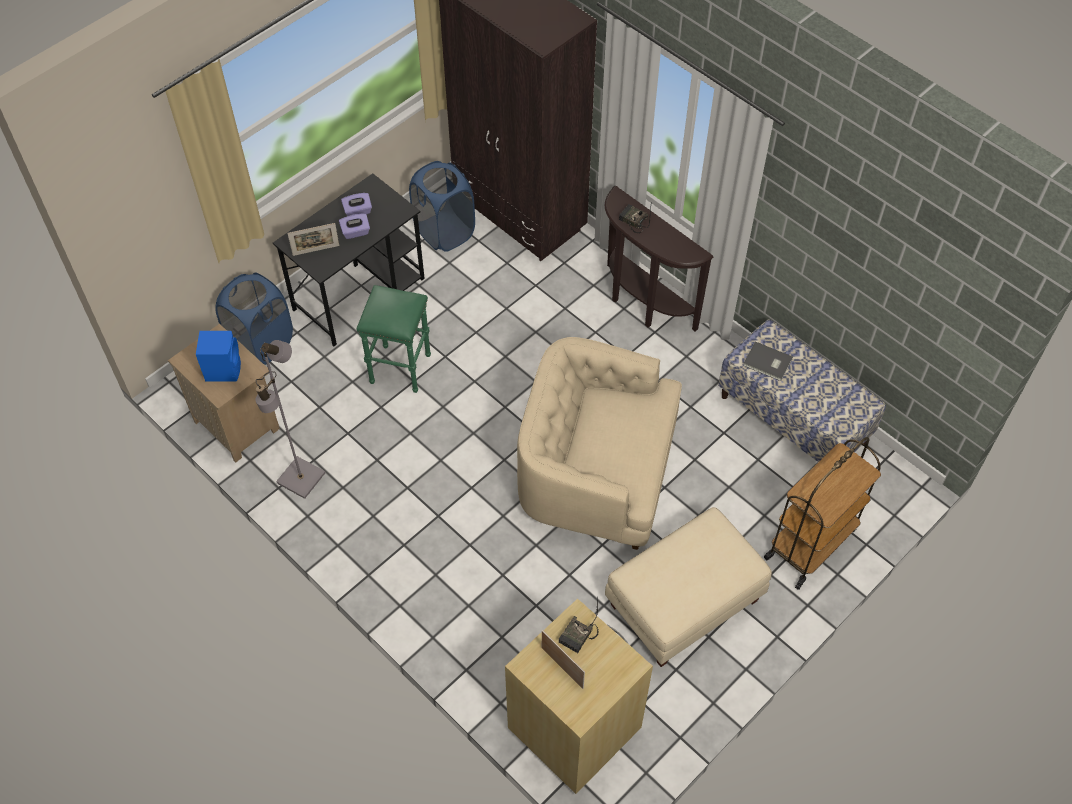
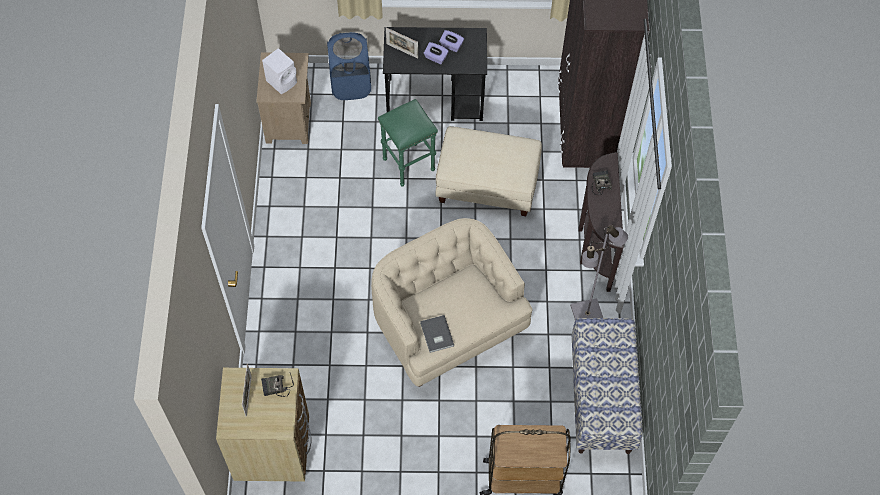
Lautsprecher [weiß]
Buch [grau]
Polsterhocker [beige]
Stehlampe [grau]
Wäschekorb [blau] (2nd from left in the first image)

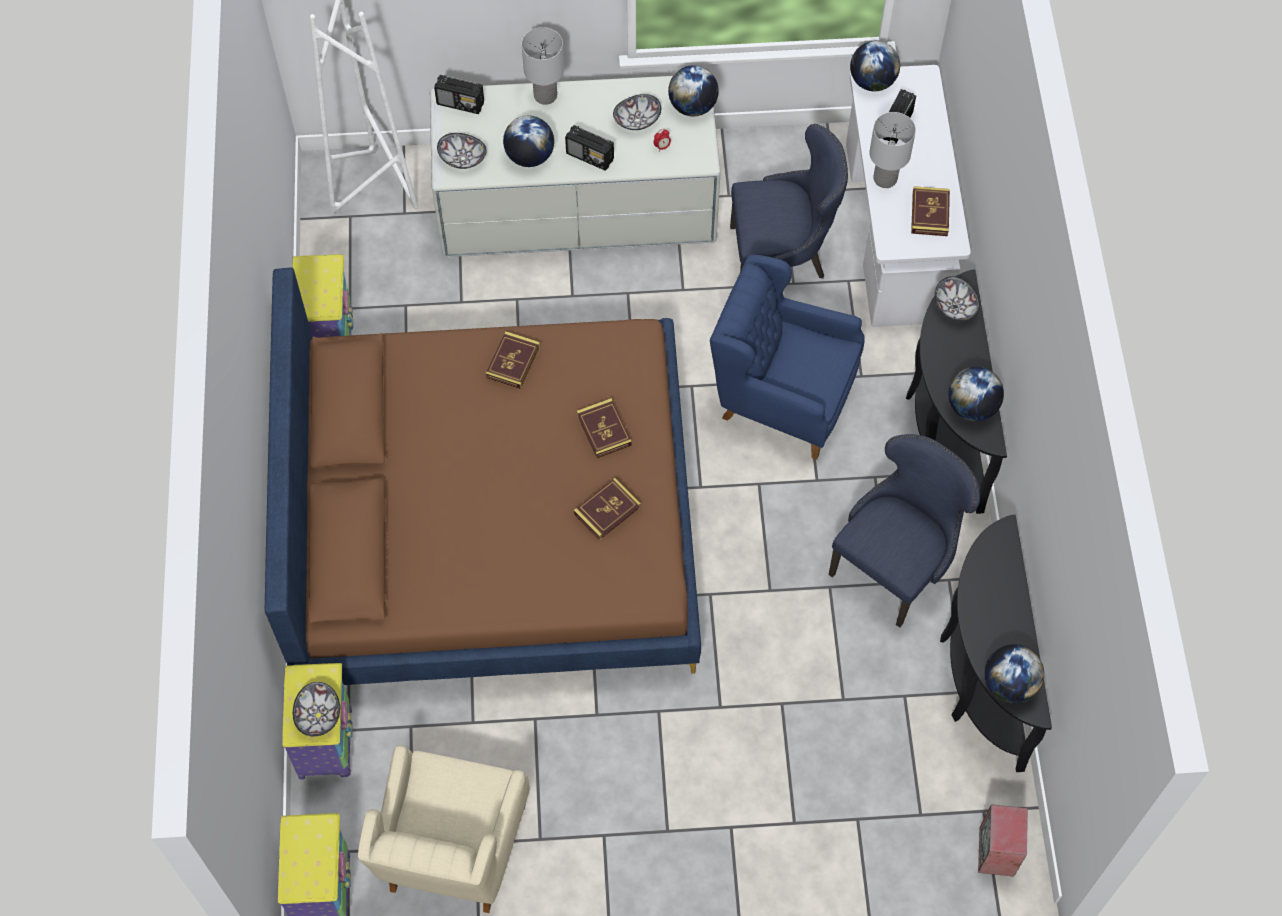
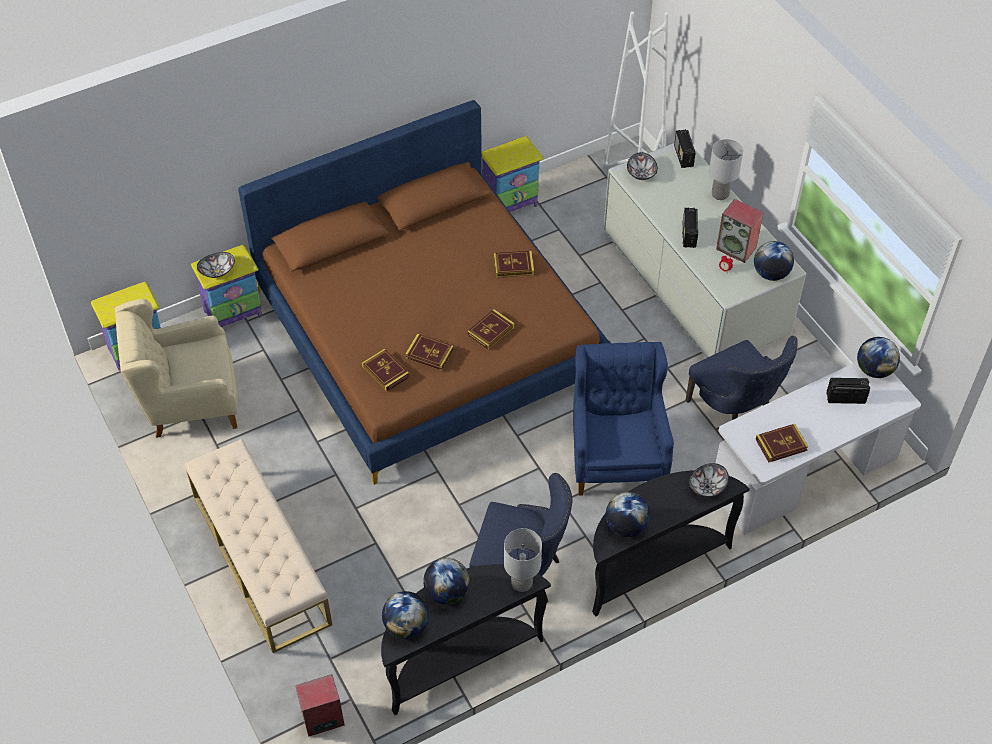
Bank [beige]
Buch (1st from left)
Globus (2nd from left)
Tischlampe [grau] (1st from left)
Lautsprecher (2nd from left)

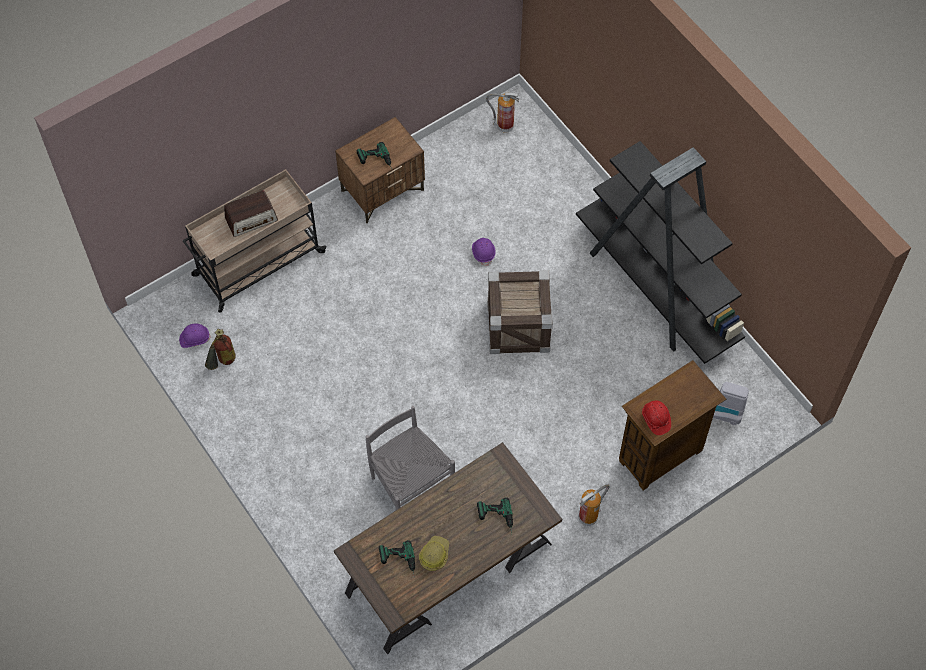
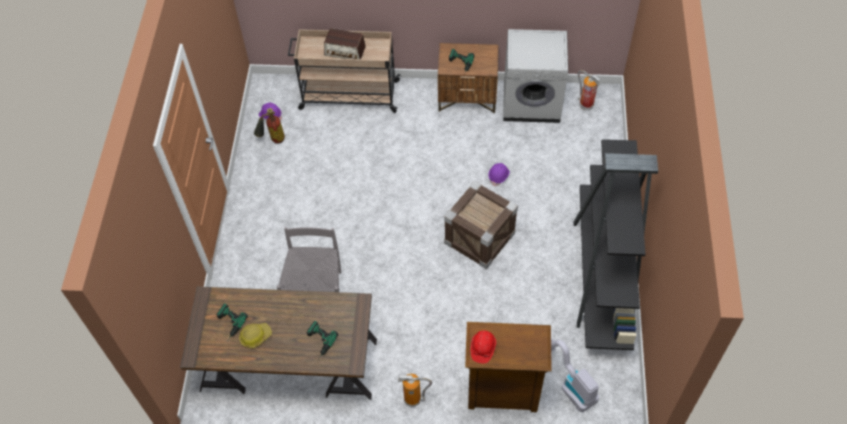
Waschmaschine [weiß]

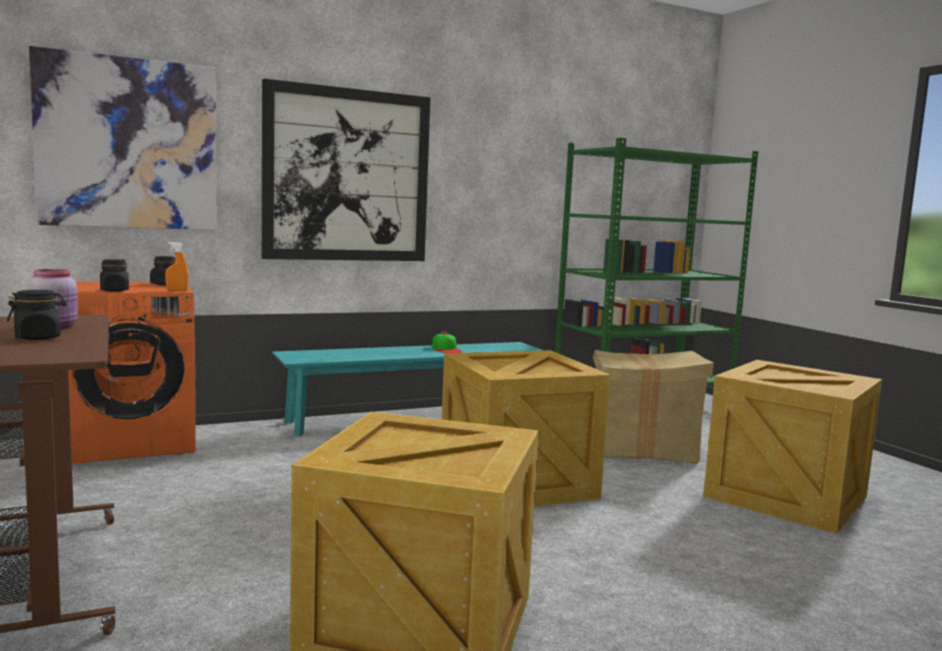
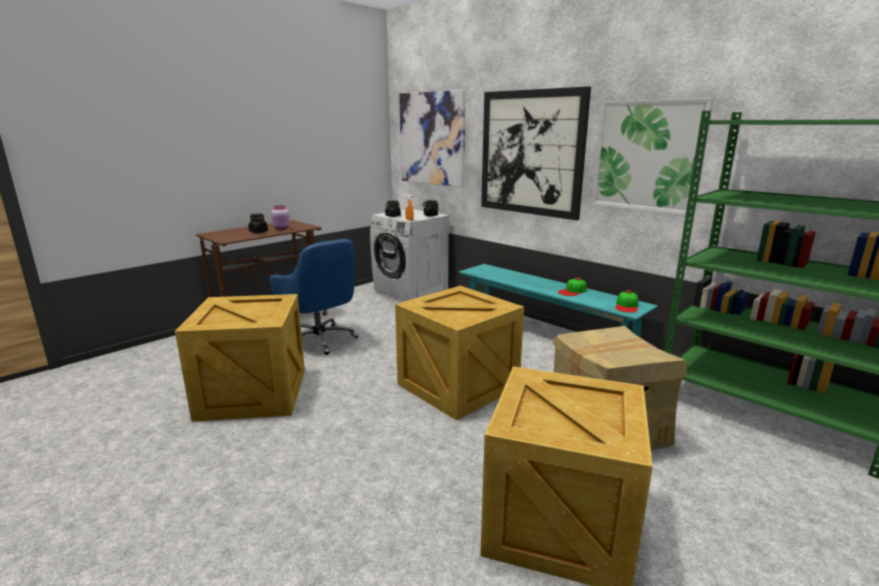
Bürostuhl [blau]
Waschmaschine [weiß]
Bild (3rd from left)
Kappe (2nd from left)

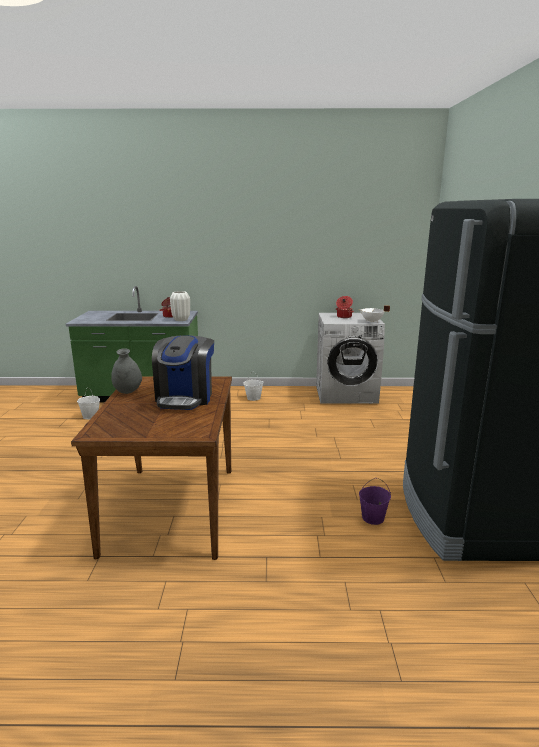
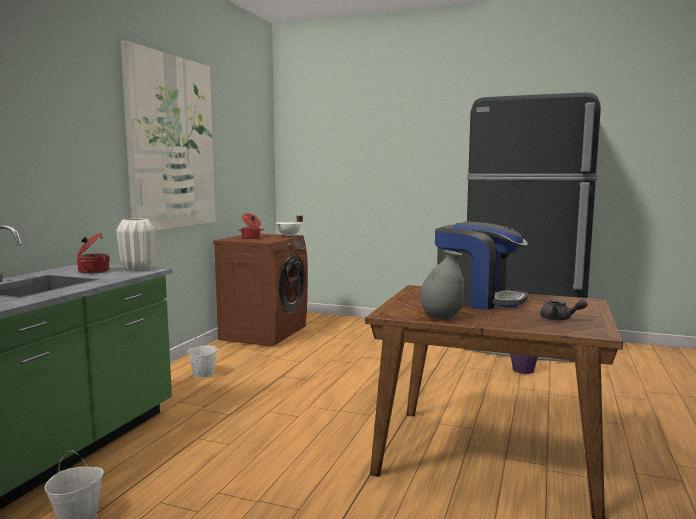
Bild
Waschmaschine [braun]
Teekanne [grau]

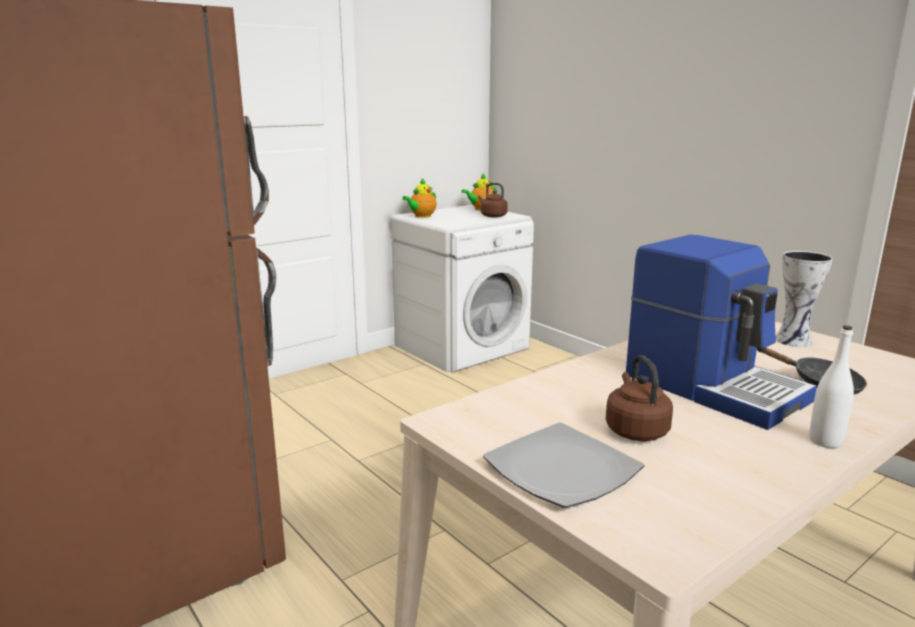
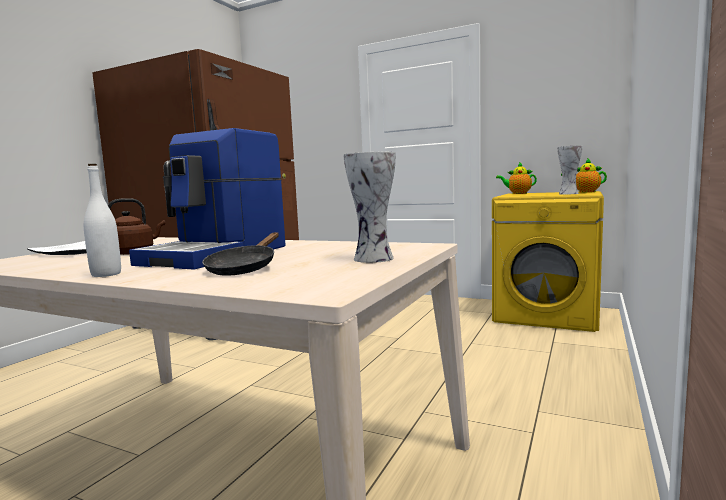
Waschmaschine [gelb]
Vase (2nd from left)

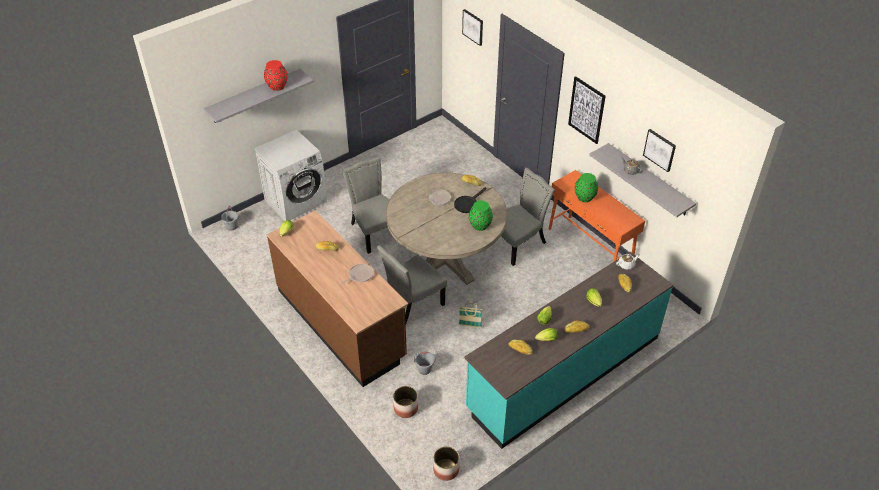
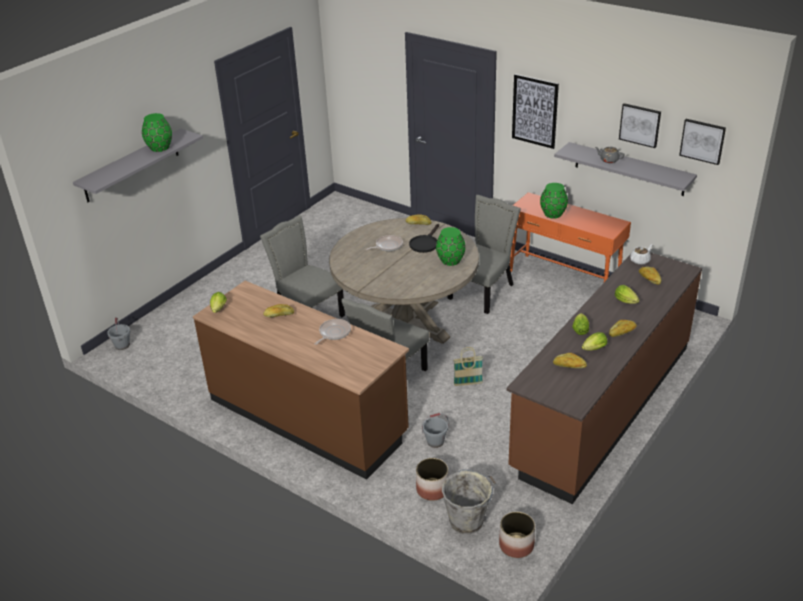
Vase [grün] (1st from left)
Eimer [grau] (3rd from left)
Küchenzeile [braun] (2nd from left)
Bild (3rd from left)
Waschmaschine [weiß]

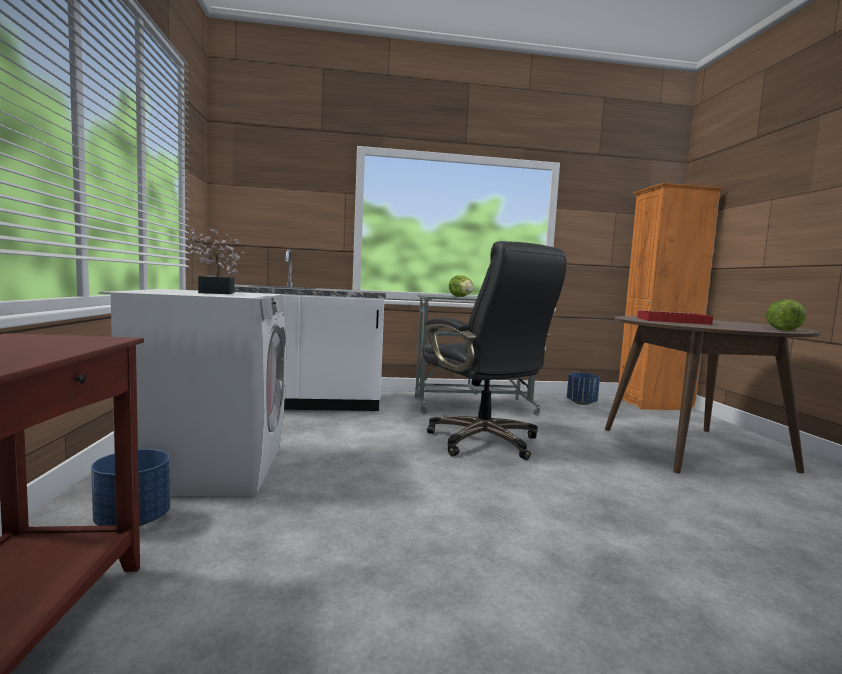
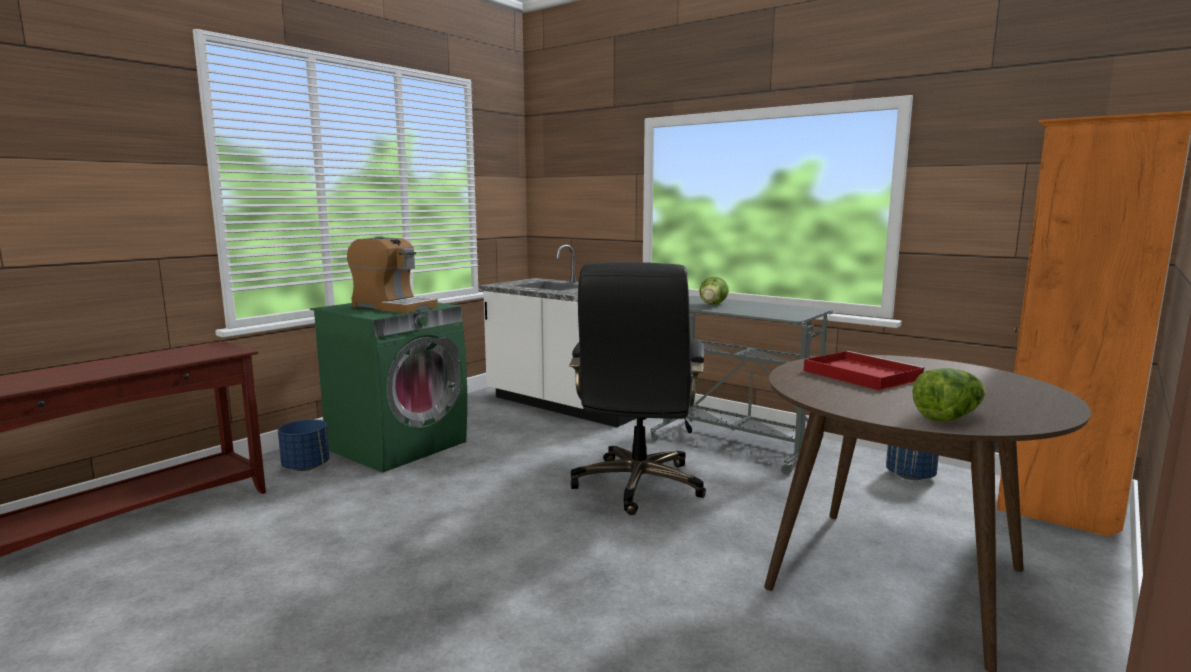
Waschmaschine [grün]
Kaffeemaschine

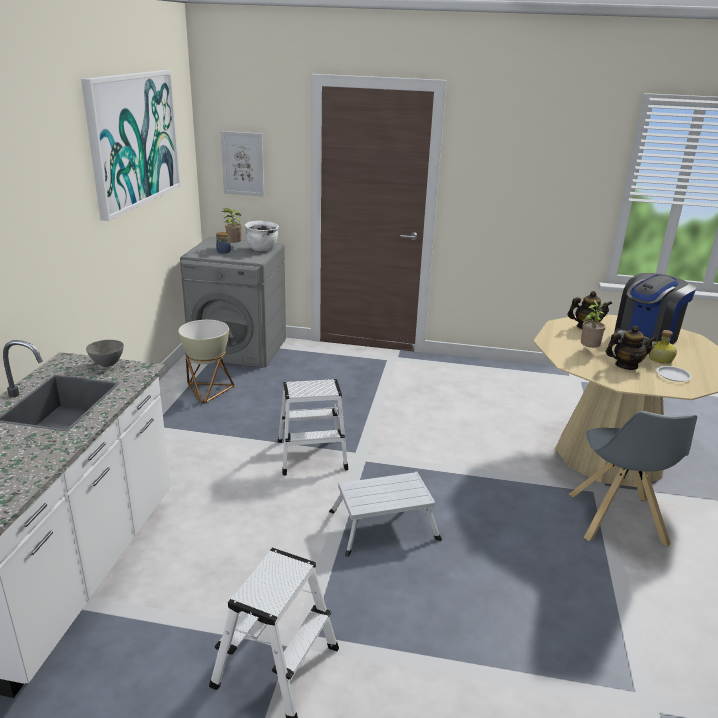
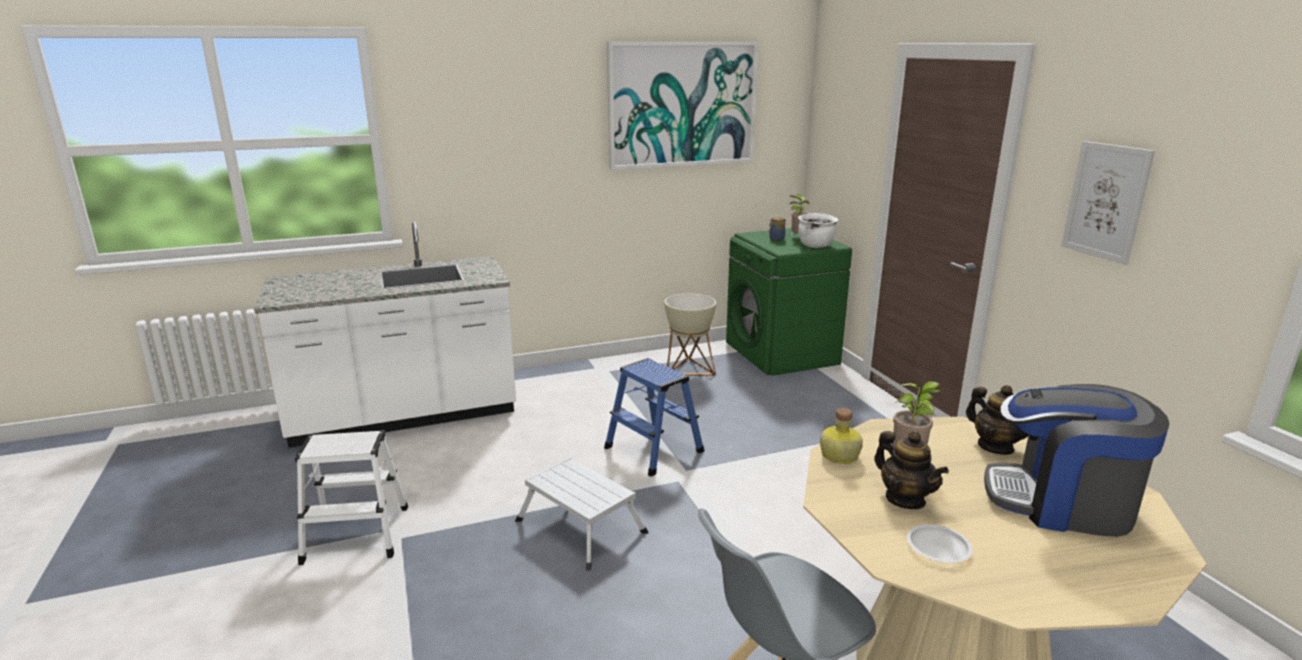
Trittleiter [blau]
Waschmaschine [grün]
Flasche
Bild (2nd from left)
Schüssel [grau]

